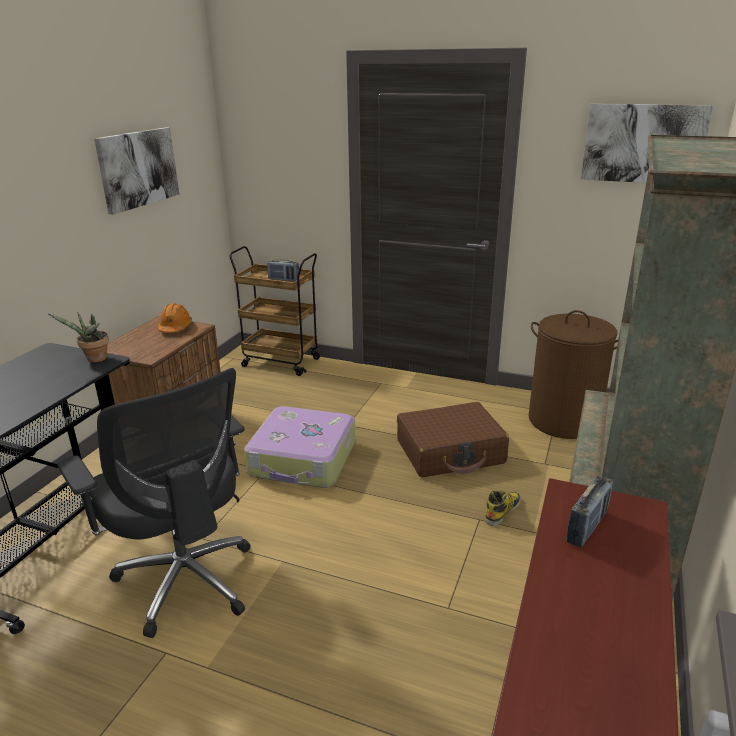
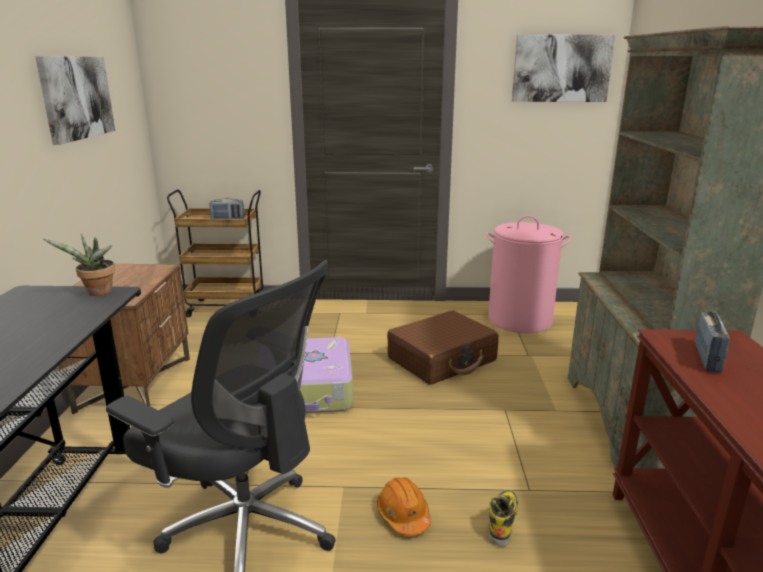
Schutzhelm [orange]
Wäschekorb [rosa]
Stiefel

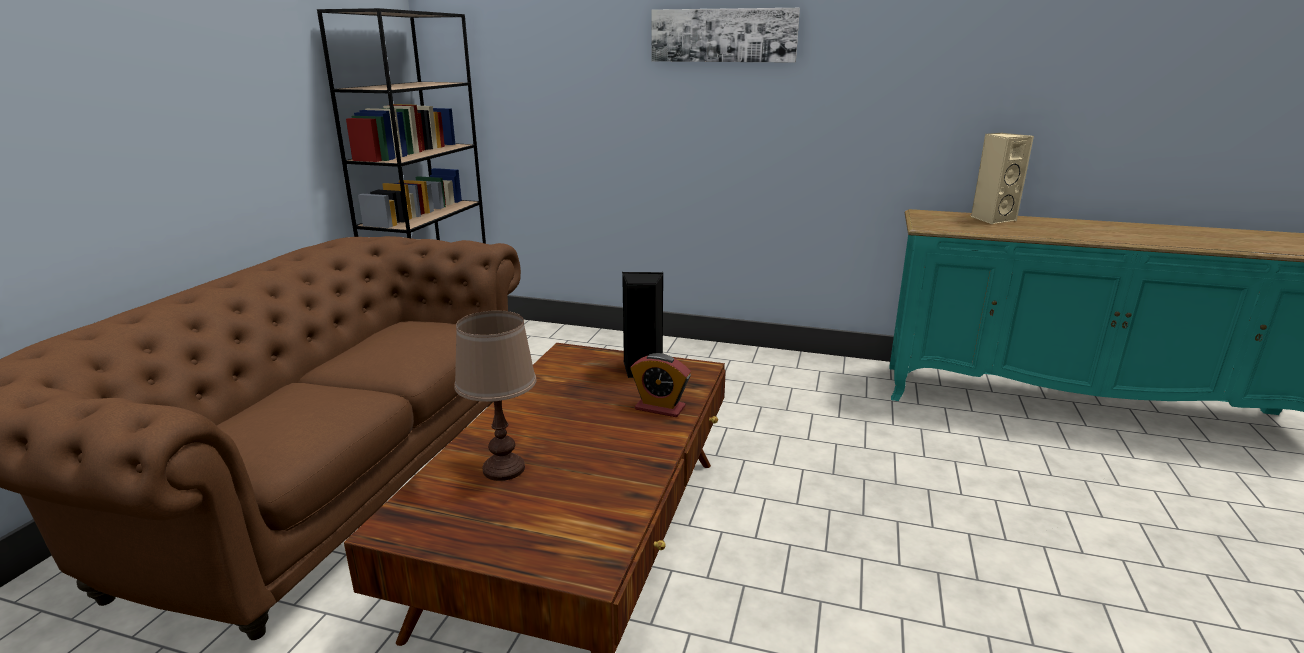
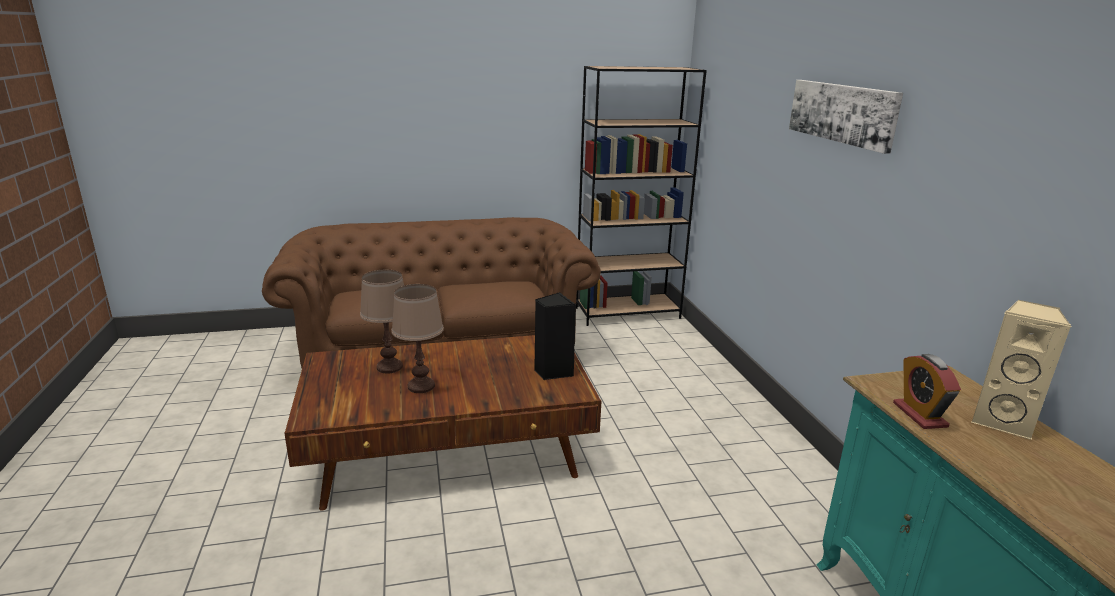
Tischlampe [braun] (2nd from left)
Wecker

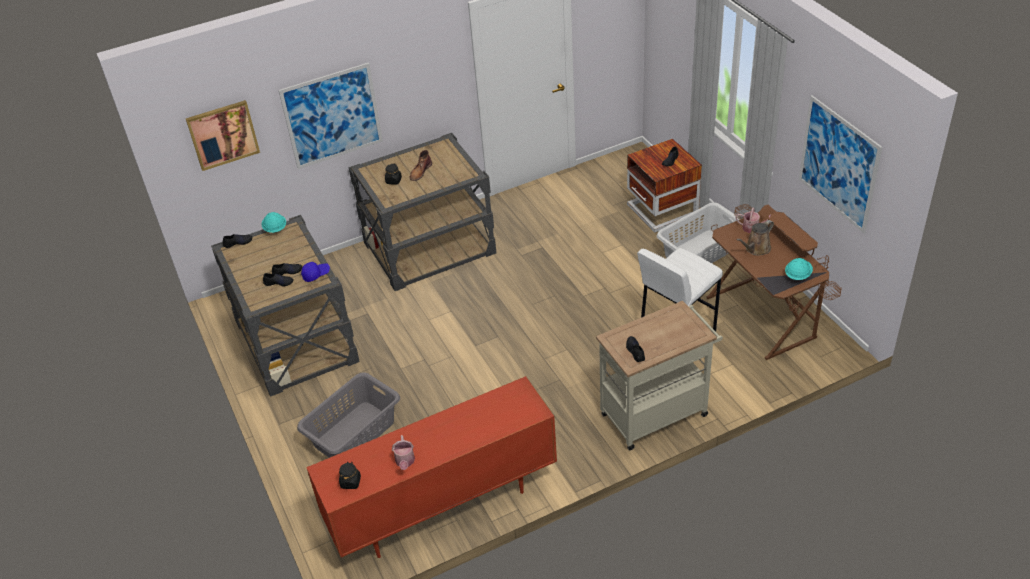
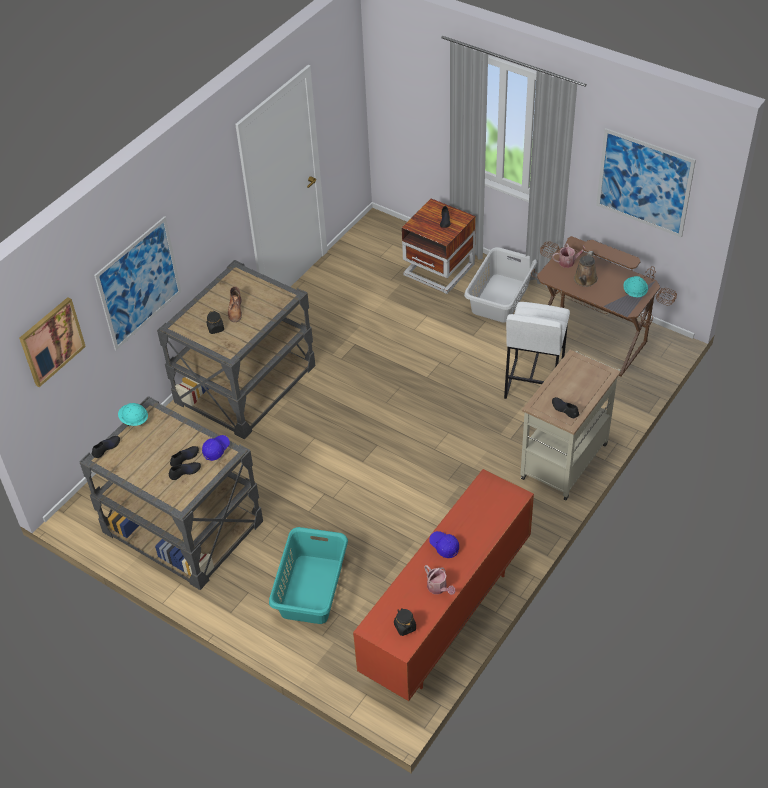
Wäschekorb [türkis]
Kappe [blau] (2nd from left)

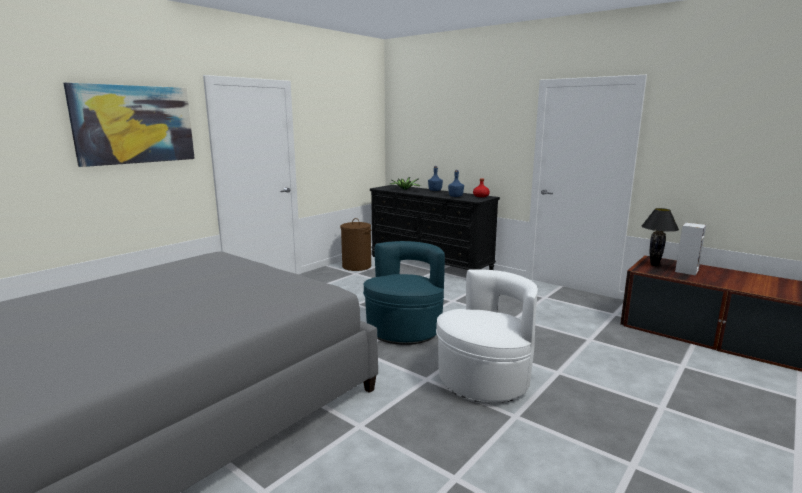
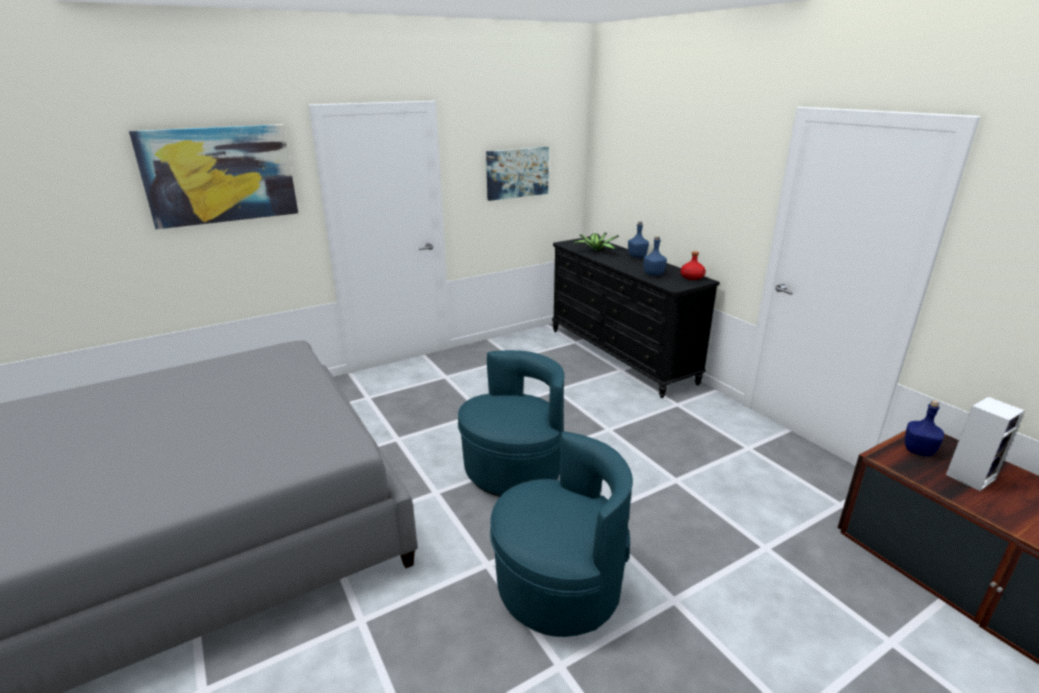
Bild (2nd from left)
Sessel [türkis] (2nd from left)
Flasche [blau] (3rd from left)
Wäschekorb [braun]

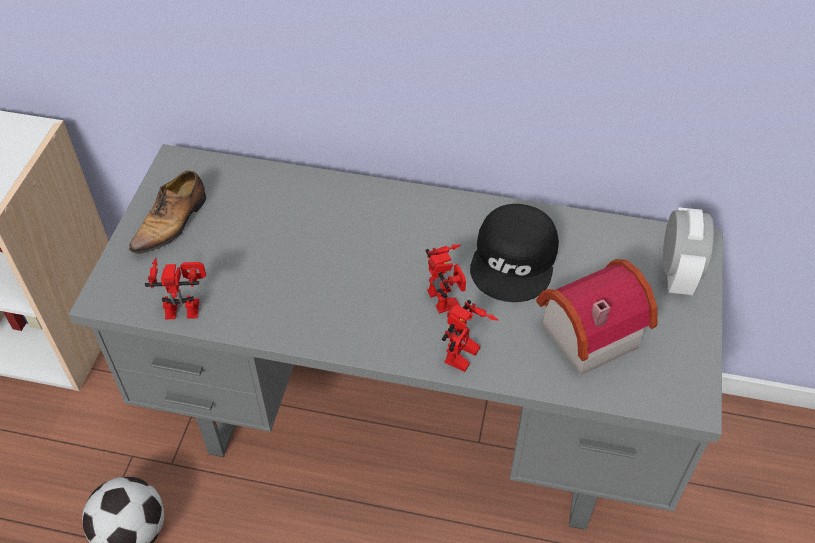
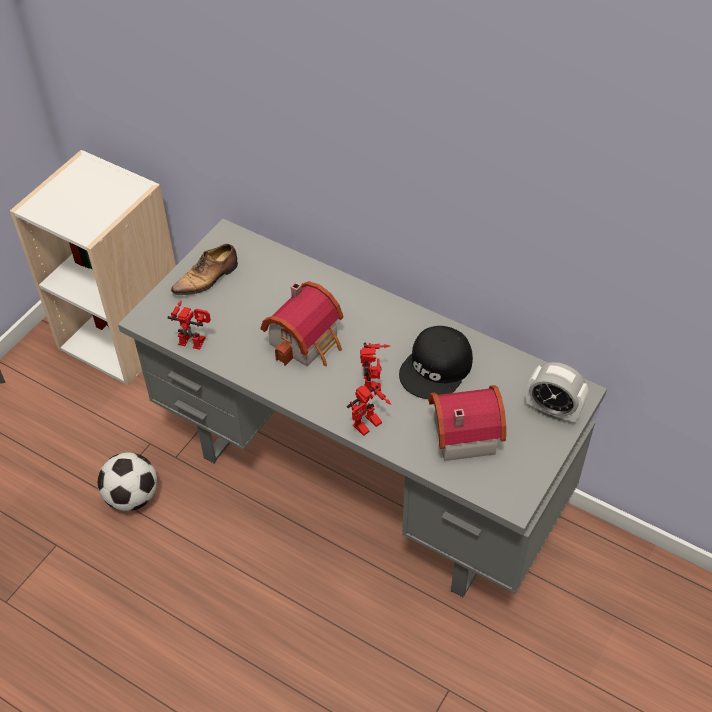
Spielzeughaus (1st from left)
Wecker

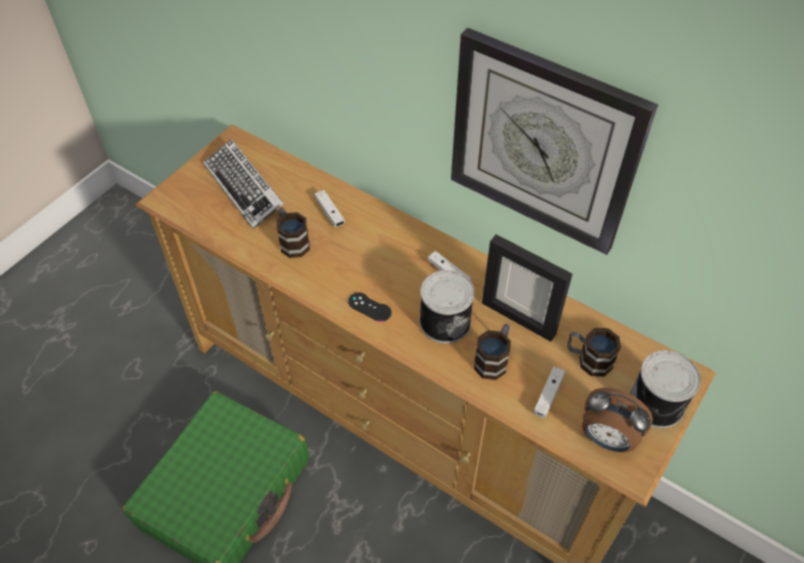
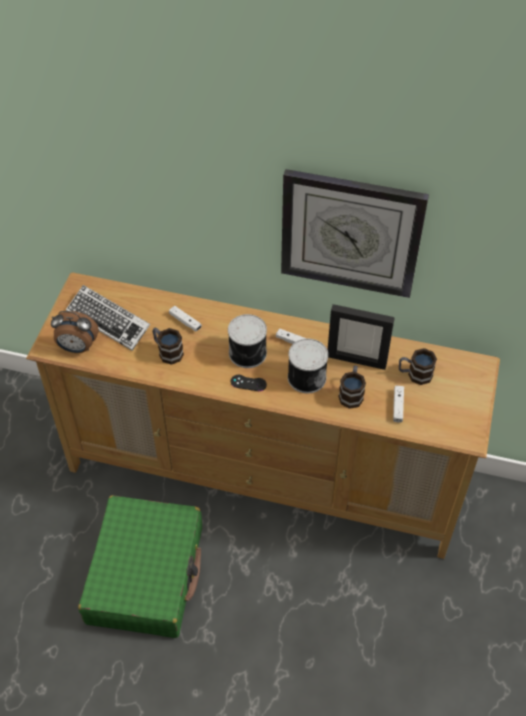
Wecker
Dose (1st from left)

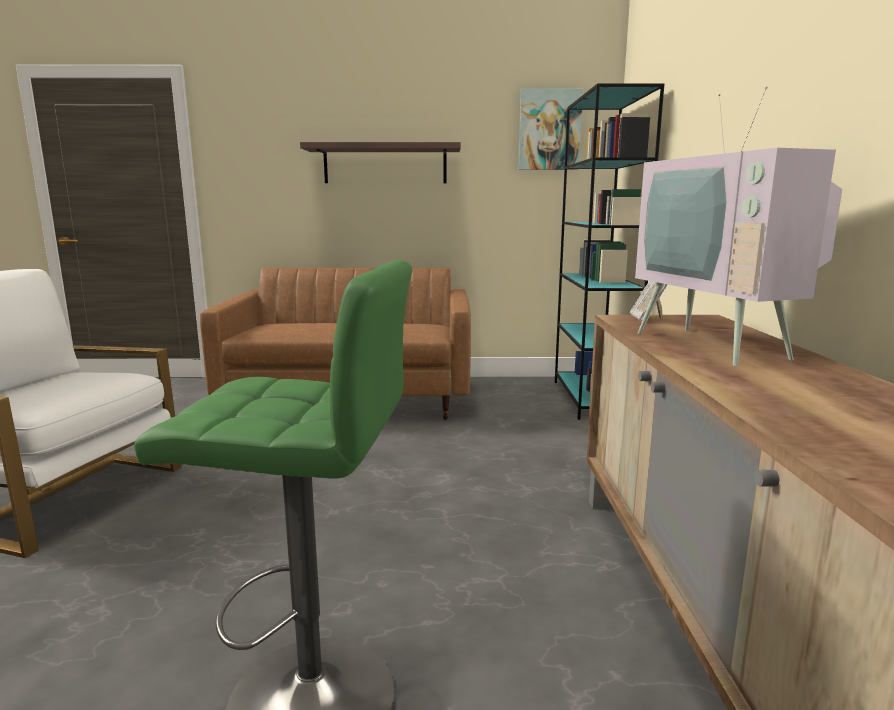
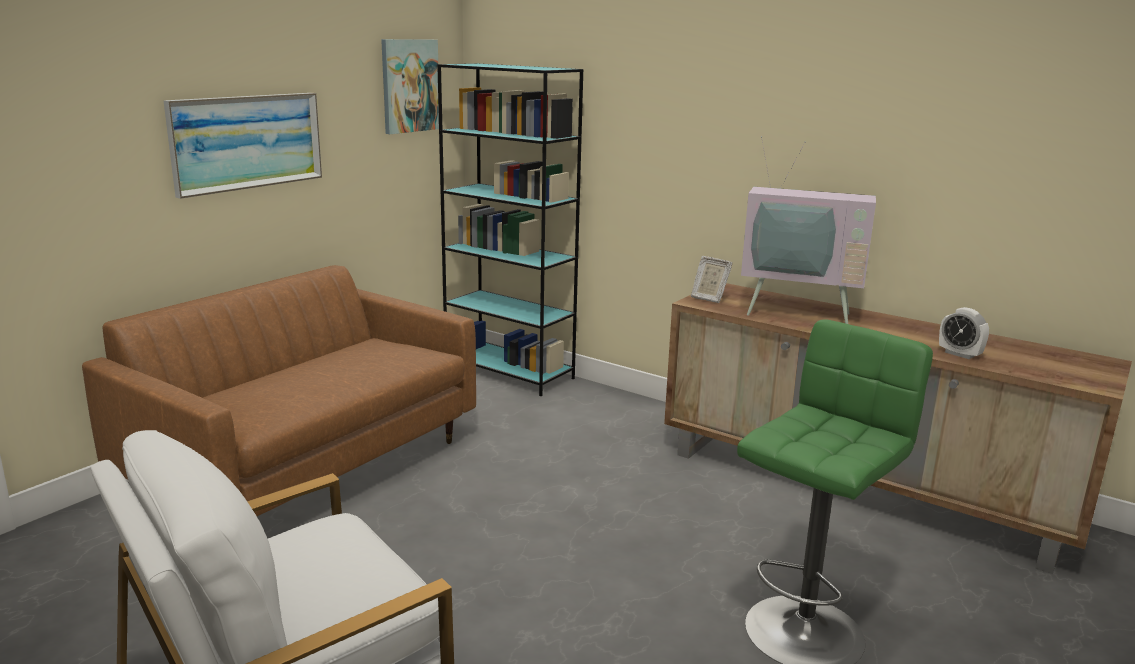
Bild (1st from left)
Wecker

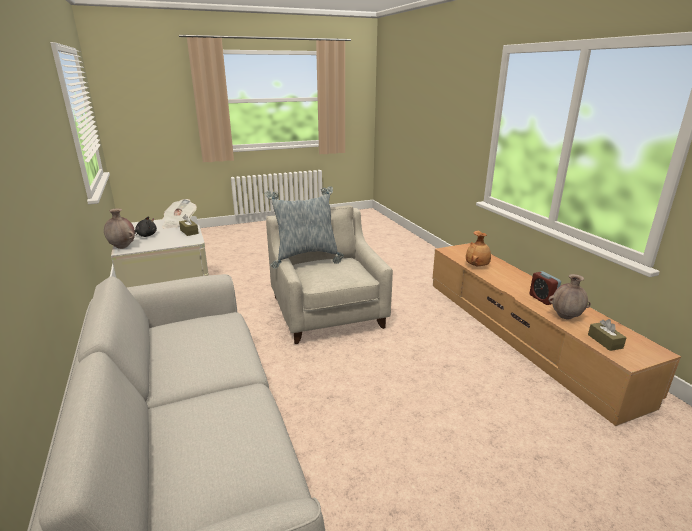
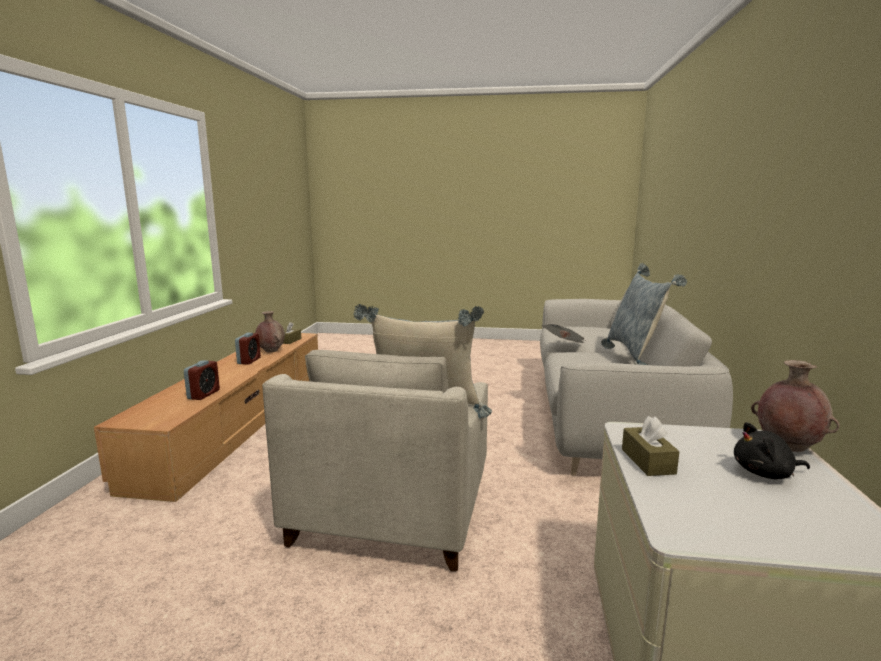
Wecker (1st from left)
Zeitung
Kissen (2nd from left)

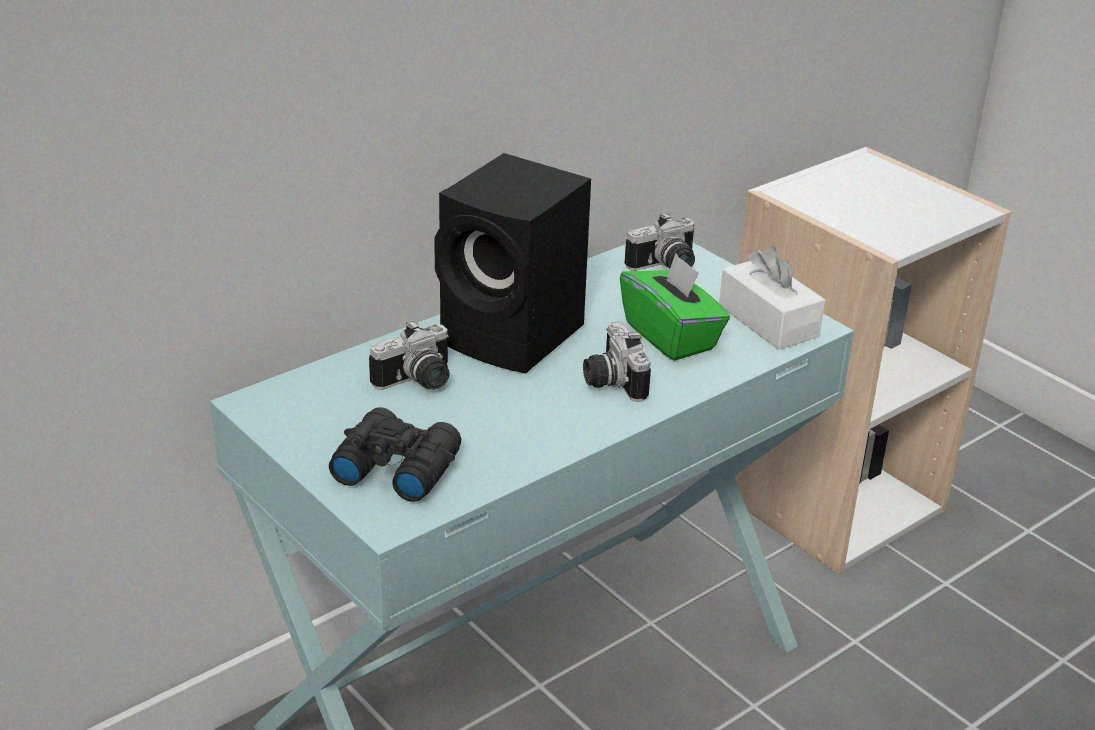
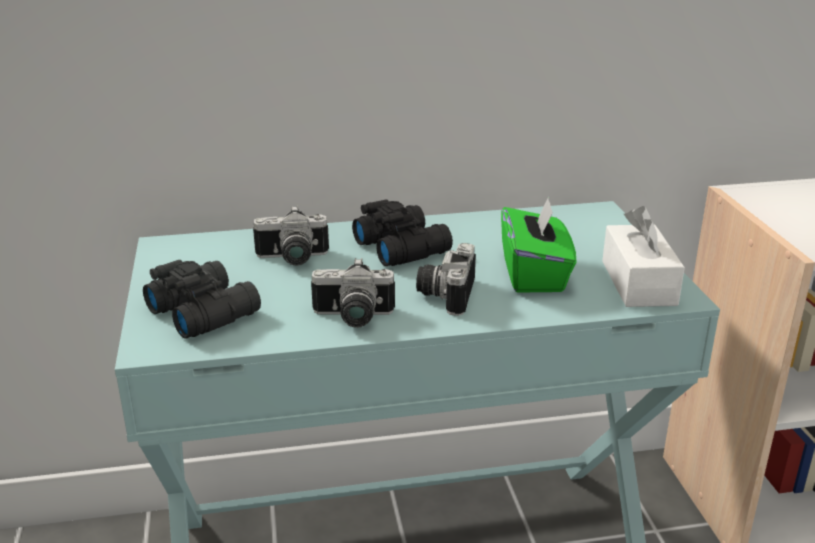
Kamera (2nd from left)
Fernglas [schwarz] (2nd from left)

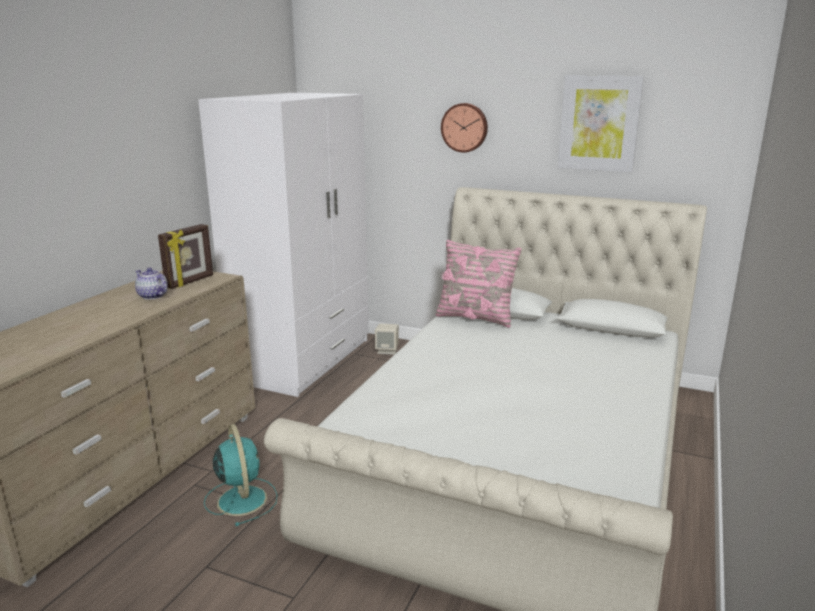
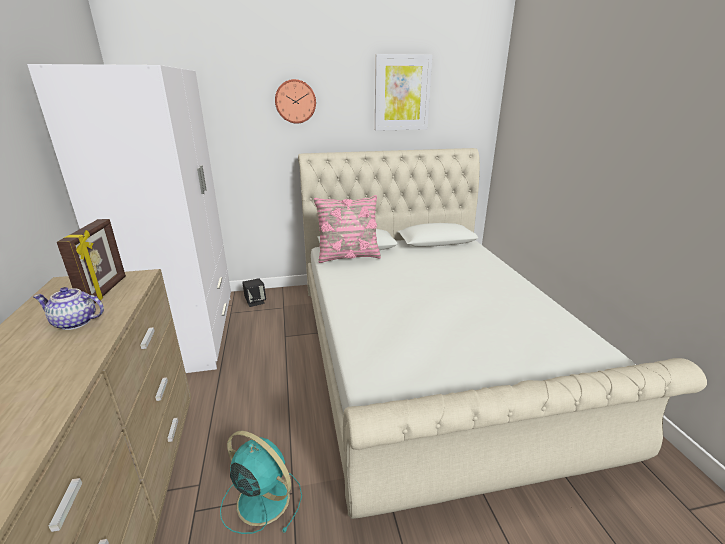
Lautsprecher [schwarz]

